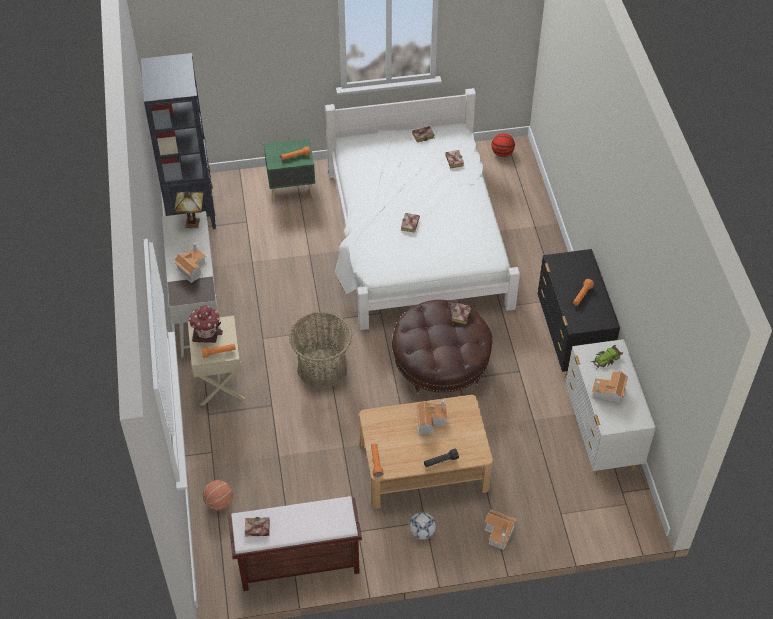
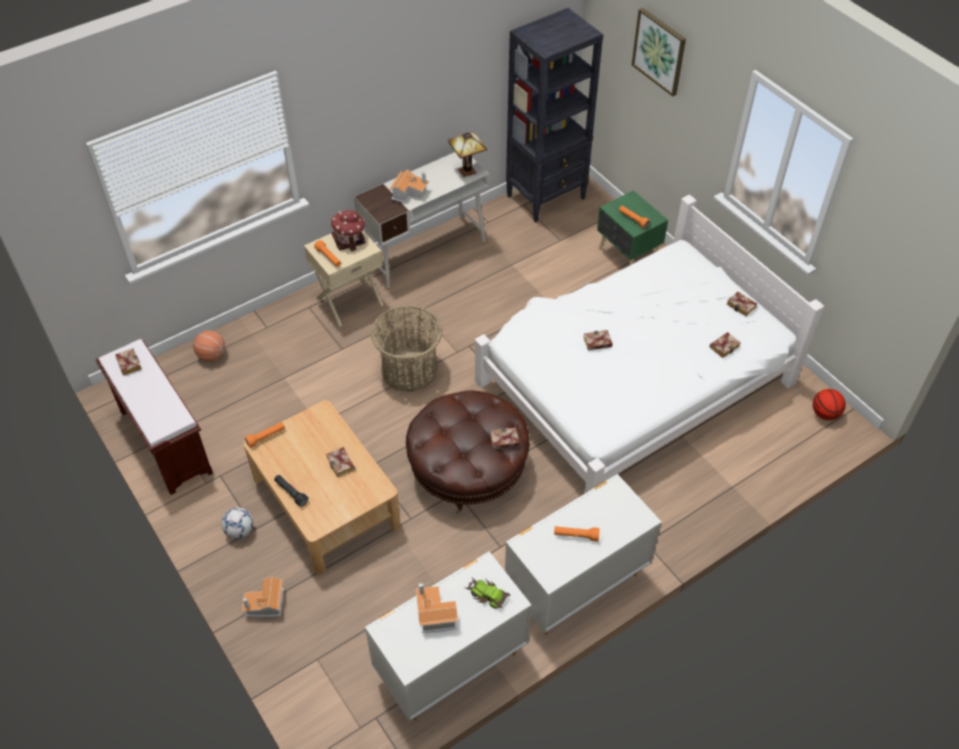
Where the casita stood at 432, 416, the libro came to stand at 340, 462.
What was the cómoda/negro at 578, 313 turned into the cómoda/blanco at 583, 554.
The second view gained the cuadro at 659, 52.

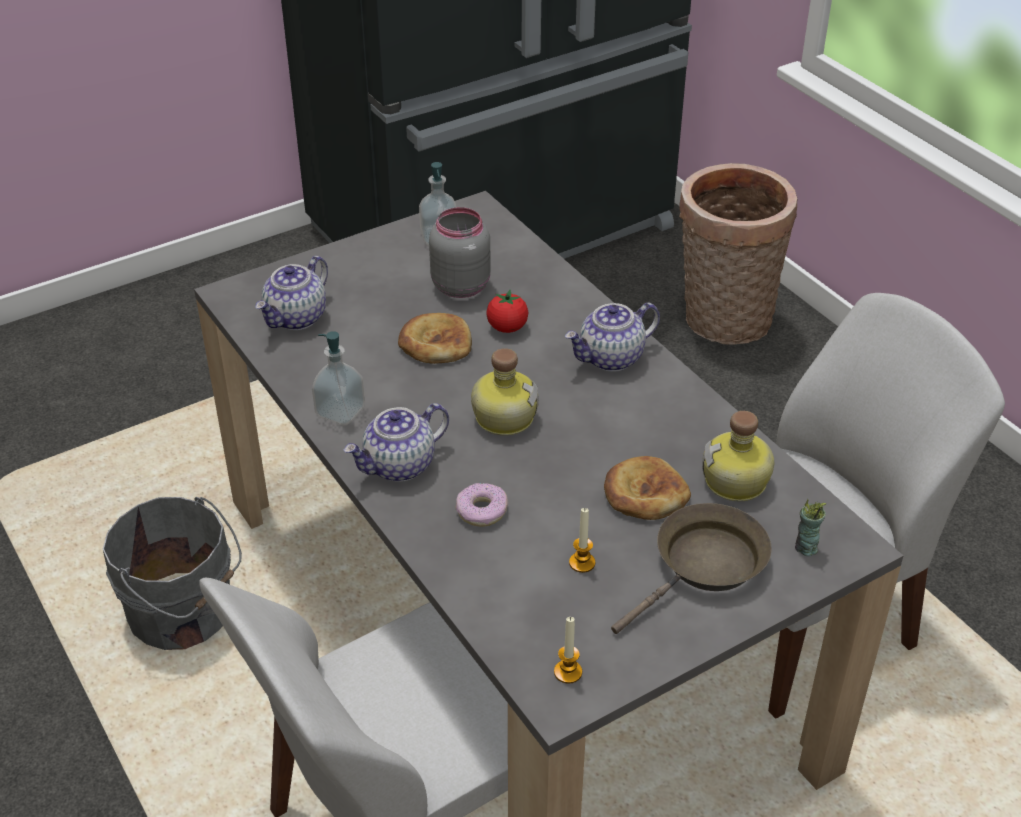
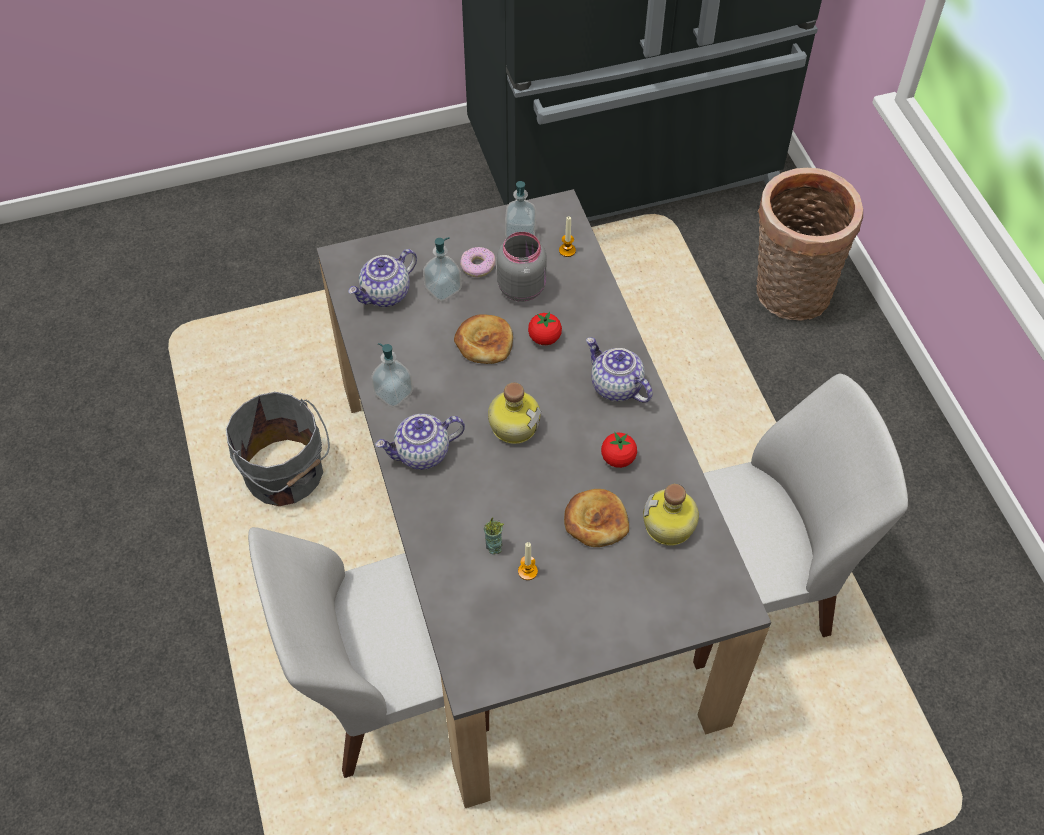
The rosquilla ended up elsewhere, having gone from 481, 505 to 477, 262.
The vela ended up elsewhere, having gone from 568, 650 to 567, 237.
The tetera at 612, 337 ended up facing another way, 60 degrees clockwise from before.
The second view lost the sartén/marrón at 691, 568.
The taza ended up elsewhere, having gone from 810, 527 to 494, 535.
The second view gained the dispensador de jabón at 442, 269.
The second view gained the tomate at 619, 450.

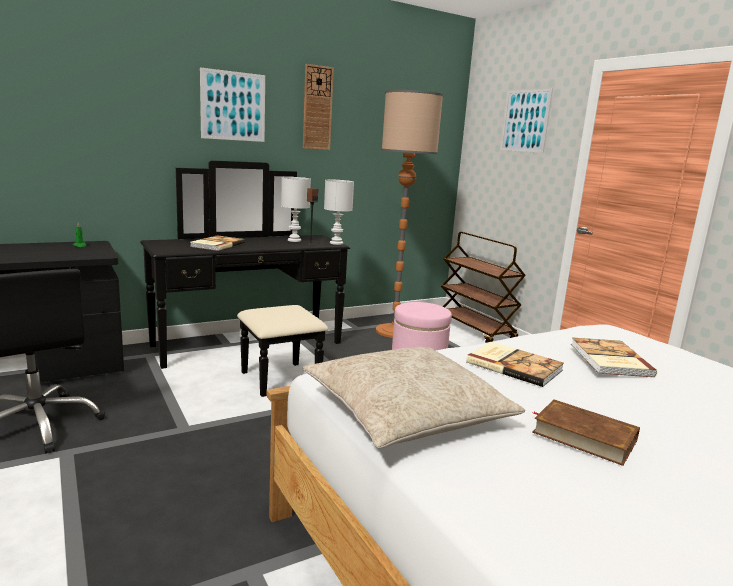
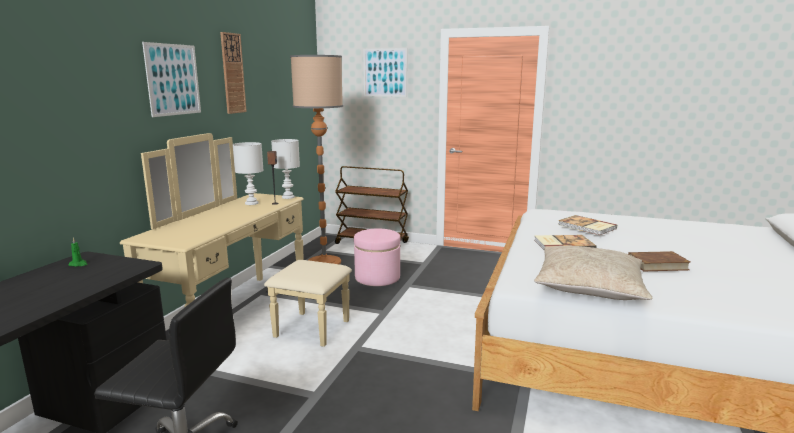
What was the cómoda/negro at 245, 279 turned into the cómoda/beis at 236, 240.
The second view lost the libro at 217, 243.

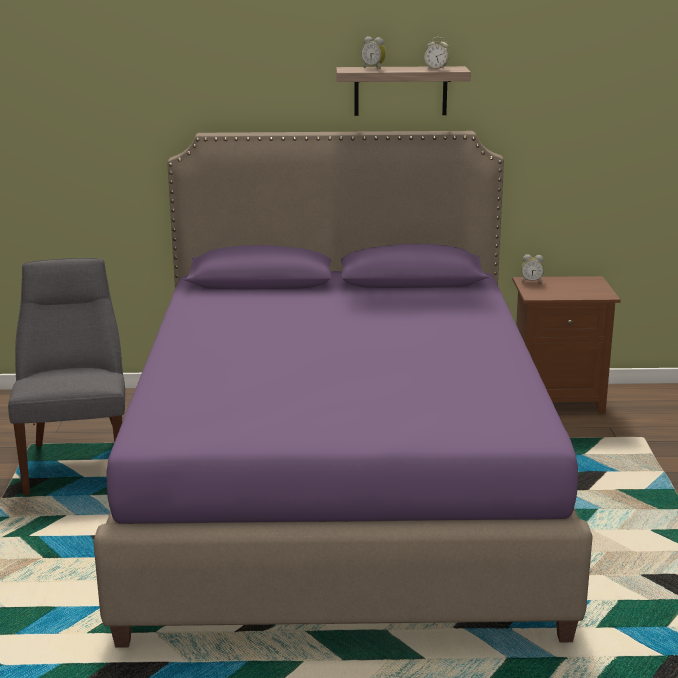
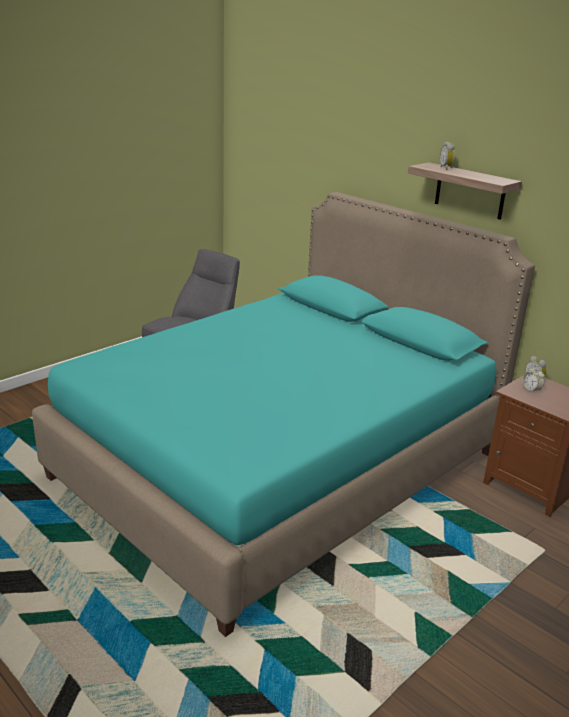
What was the cama/morado at 343, 389 turned into the cama/turquesa at 283, 414.
The despertador ended up elsewhere, having gone from 436, 53 to 533, 379.

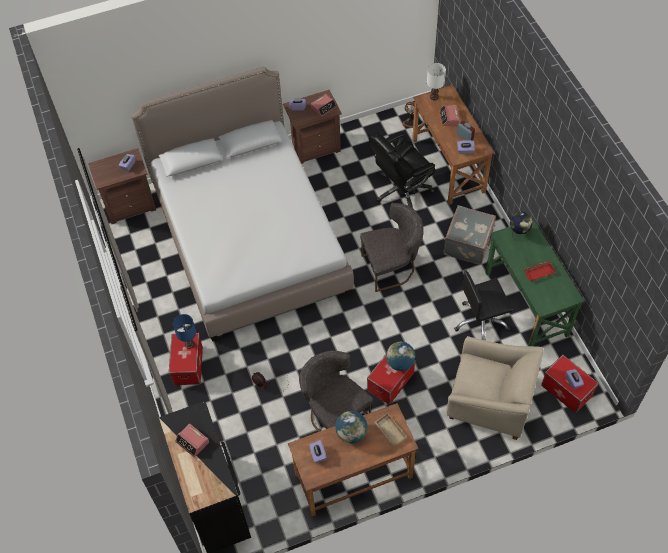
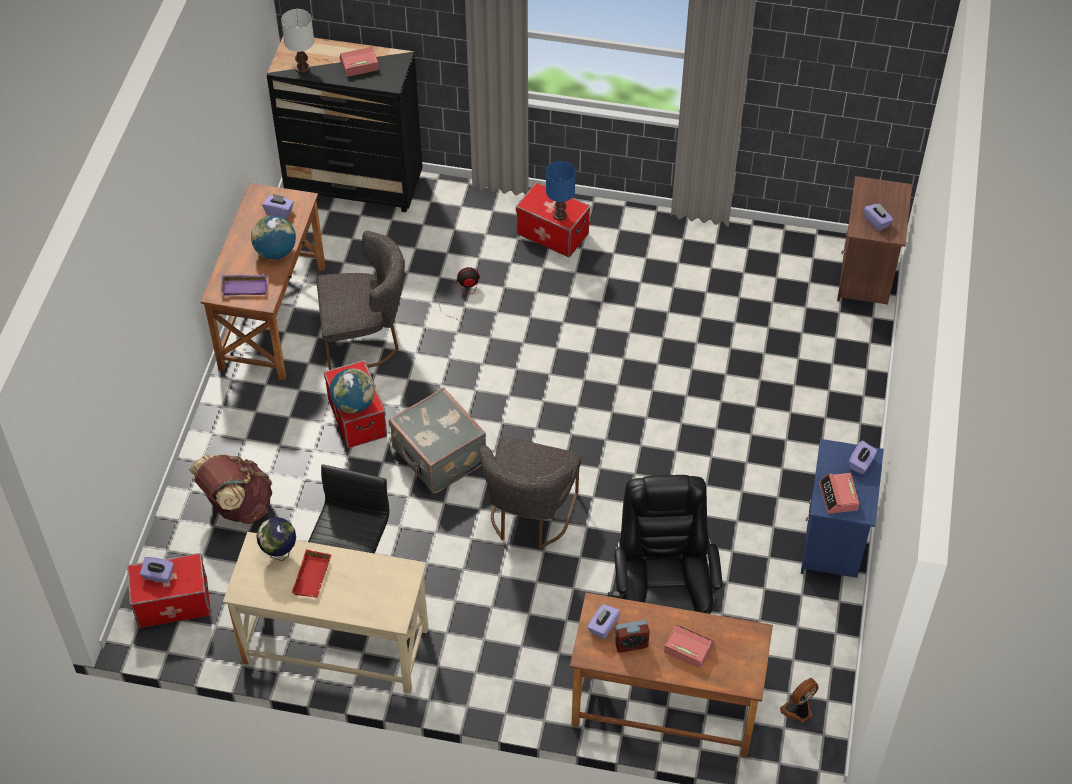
The second view lost the cama at 242, 203.
What was the mesita de noche/marrón at 312, 127 turned into the mesita de noche/azul at 842, 508.
What was the bandeja/beis at 390, 429 turned into the bandeja/morado at 244, 285.
The lámpara de mesa/blanco ended up elsewhere, having gone from 436, 81 to 297, 41.
The maleta/gris ended up elsewhere, having gone from 470, 234 to 437, 440.
Where the sillón/beis stood at 494, 388, the mochila/marrón came to stand at 230, 489.
What was the escritorio/verde at 534, 282 turned into the escritorio/beis at 325, 613.
The globo terráqueo ended up elsewhere, having gone from 521, 226 to 276, 539.

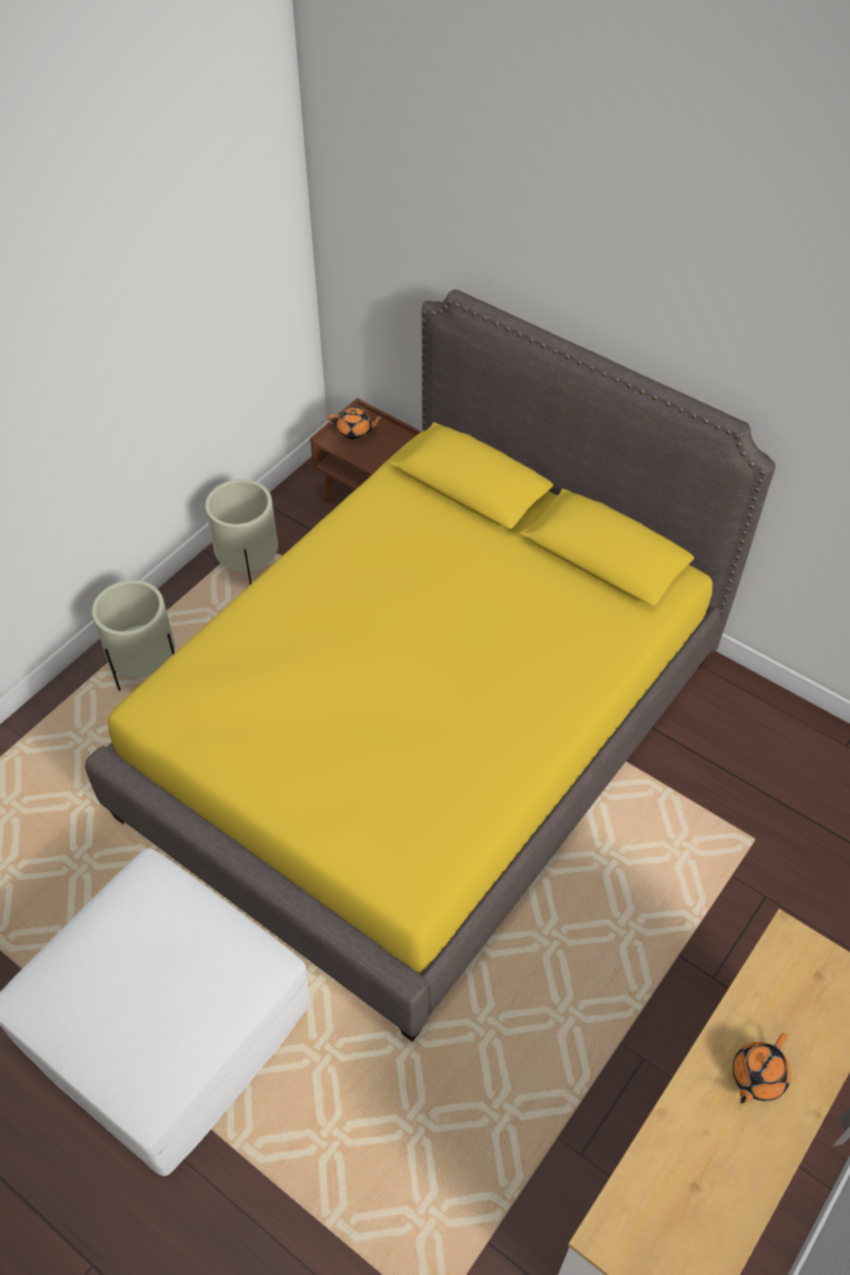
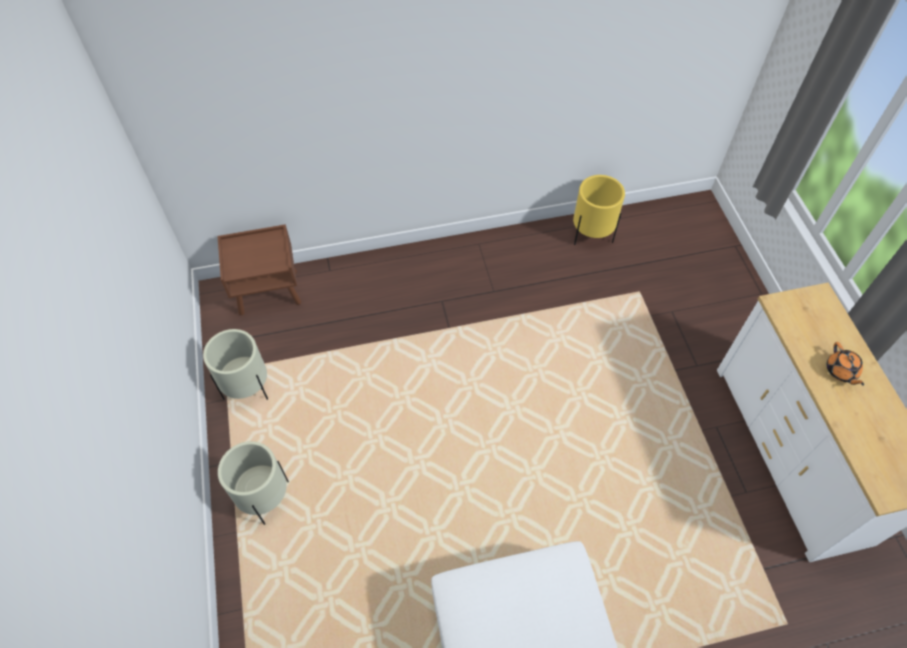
The second view lost the cama/amarillo at 430, 665.
The second view lost the tetera/naranja at 356, 423.
The second view gained the maceta/amarillo at 599, 210.

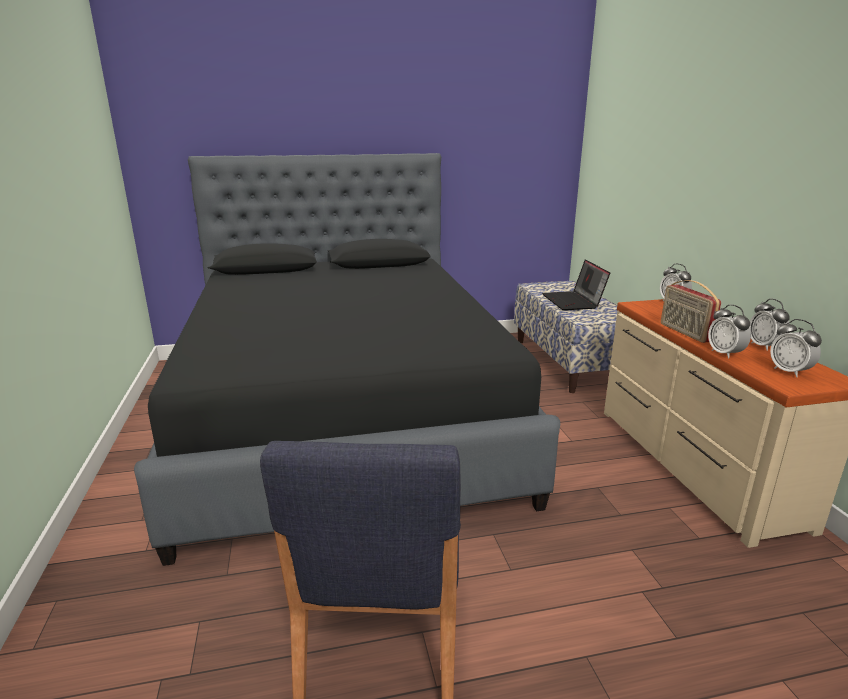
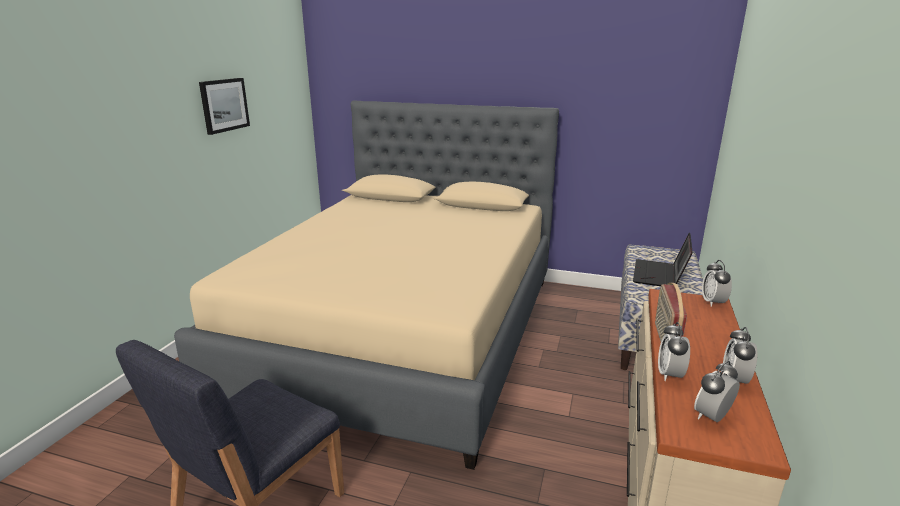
What was the cama/negro at 347, 359 turned into the cama/beis at 366, 285.
The despertador at 796, 348 ended up facing another way, 45 degrees clockwise from before.
The second view gained the cuadro at 224, 106.

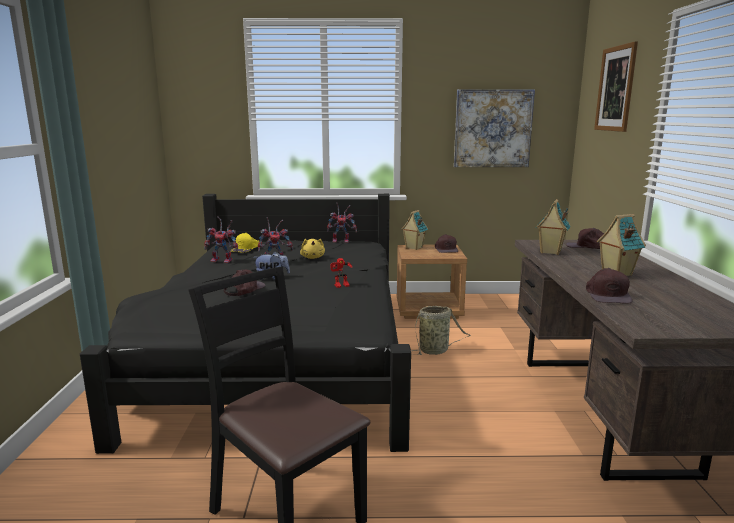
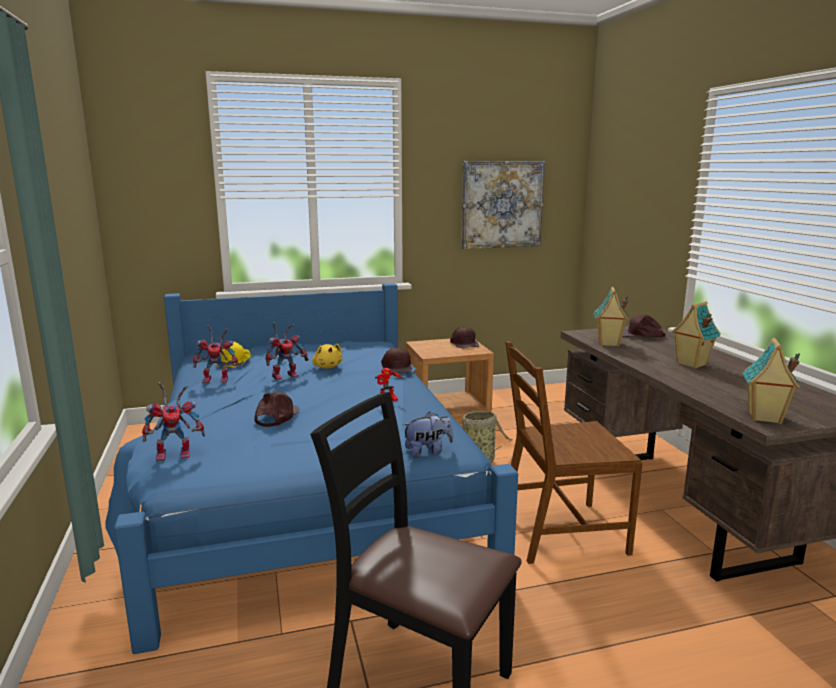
What was the cama/negro at 245, 324 turned into the cama/azul at 311, 468.
The peluche ended up elsewhere, having gone from 271, 266 to 428, 435.
The robot de juguete ended up elsewhere, having gone from 342, 222 to 173, 422.
The casita ended up elsewhere, having gone from 414, 230 to 772, 381.
The gorra/marrón ended up elsewhere, having gone from 609, 286 to 396, 360.
The second view lost the cuadro at 616, 86.
The second view gained the silla/marrón at 574, 452.

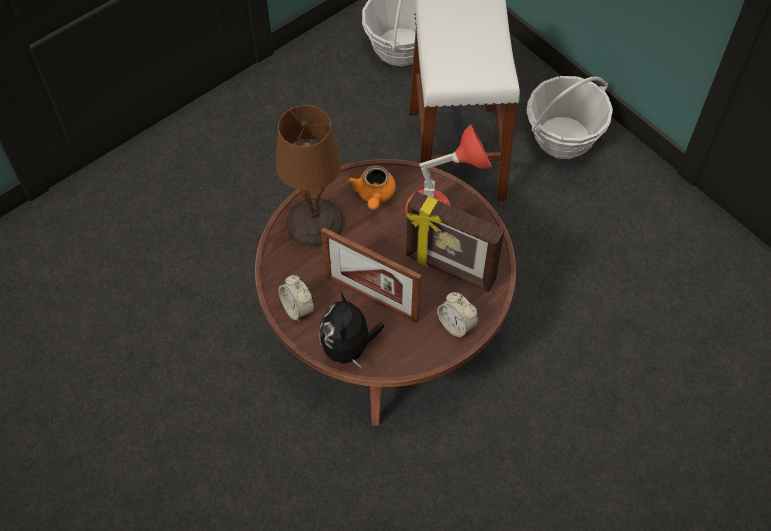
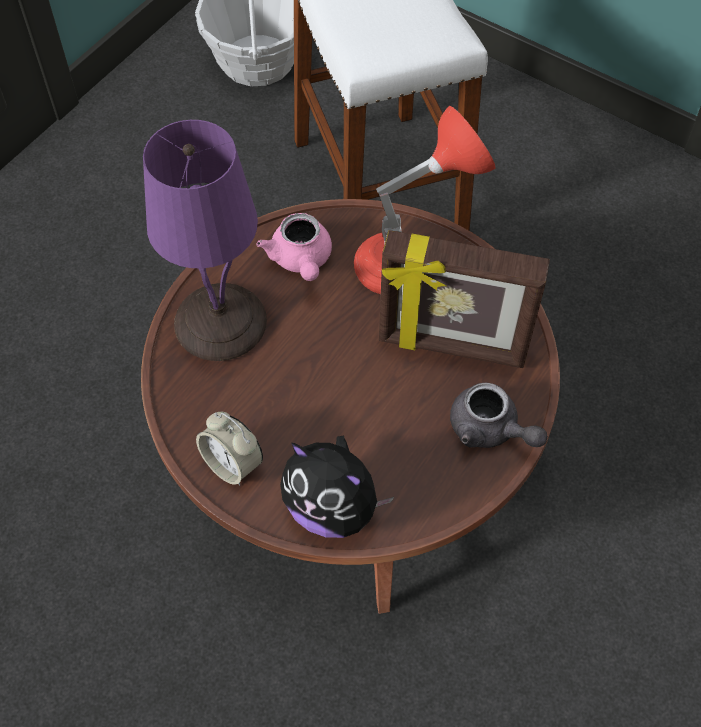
What was the lámpara de mesa/marrón at 309, 176 turned into the lámpara de mesa/morado at 205, 240.
The peluche at 352, 330 ended up facing another way, 45 degrees counterclockwise from before.
The second view lost the portarretratos at 371, 275.
What was the tetera/naranja at 371, 188 turned into the tetera/rosa at 294, 247.
Where the despertador stood at 457, 315, the tetera/gris came to stand at 499, 415.
The second view lost the cesta at 570, 117.

